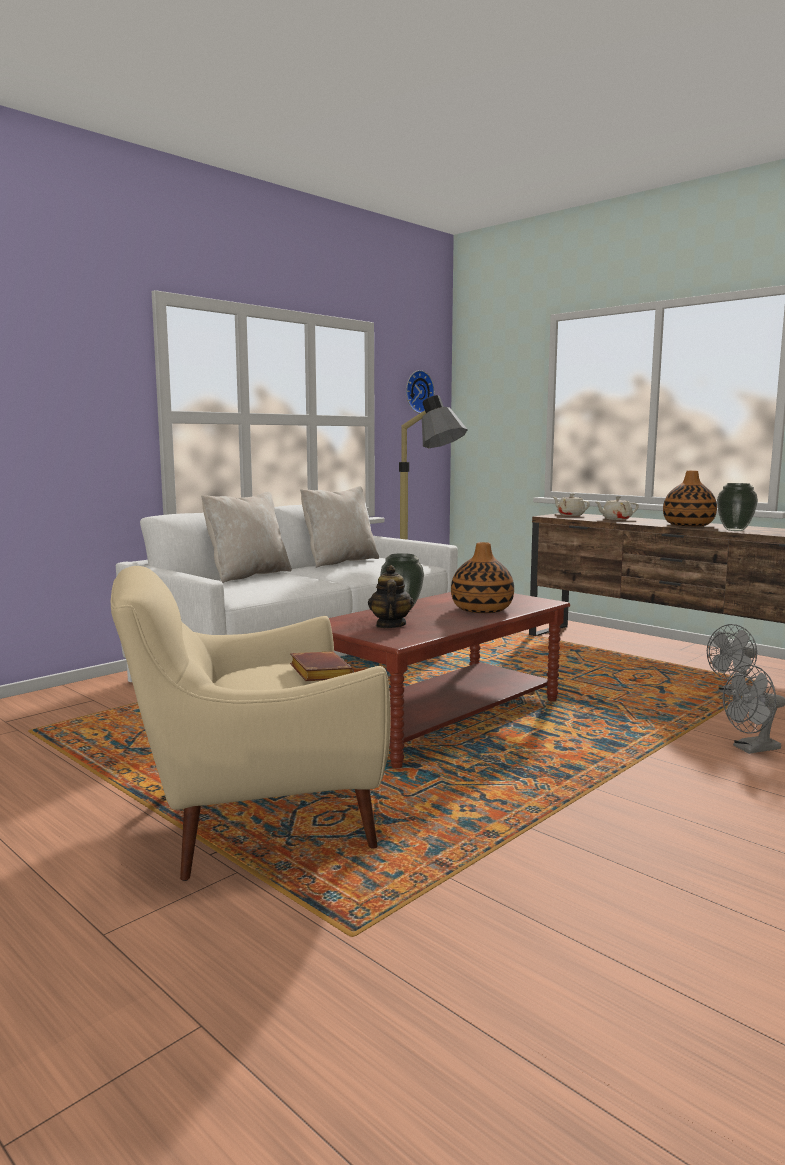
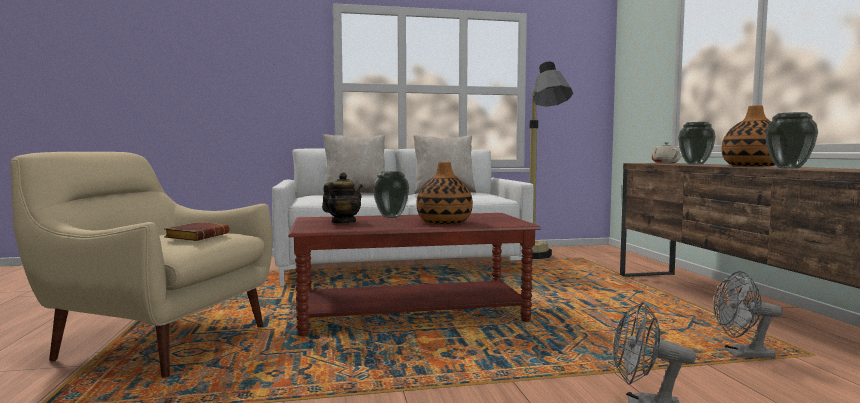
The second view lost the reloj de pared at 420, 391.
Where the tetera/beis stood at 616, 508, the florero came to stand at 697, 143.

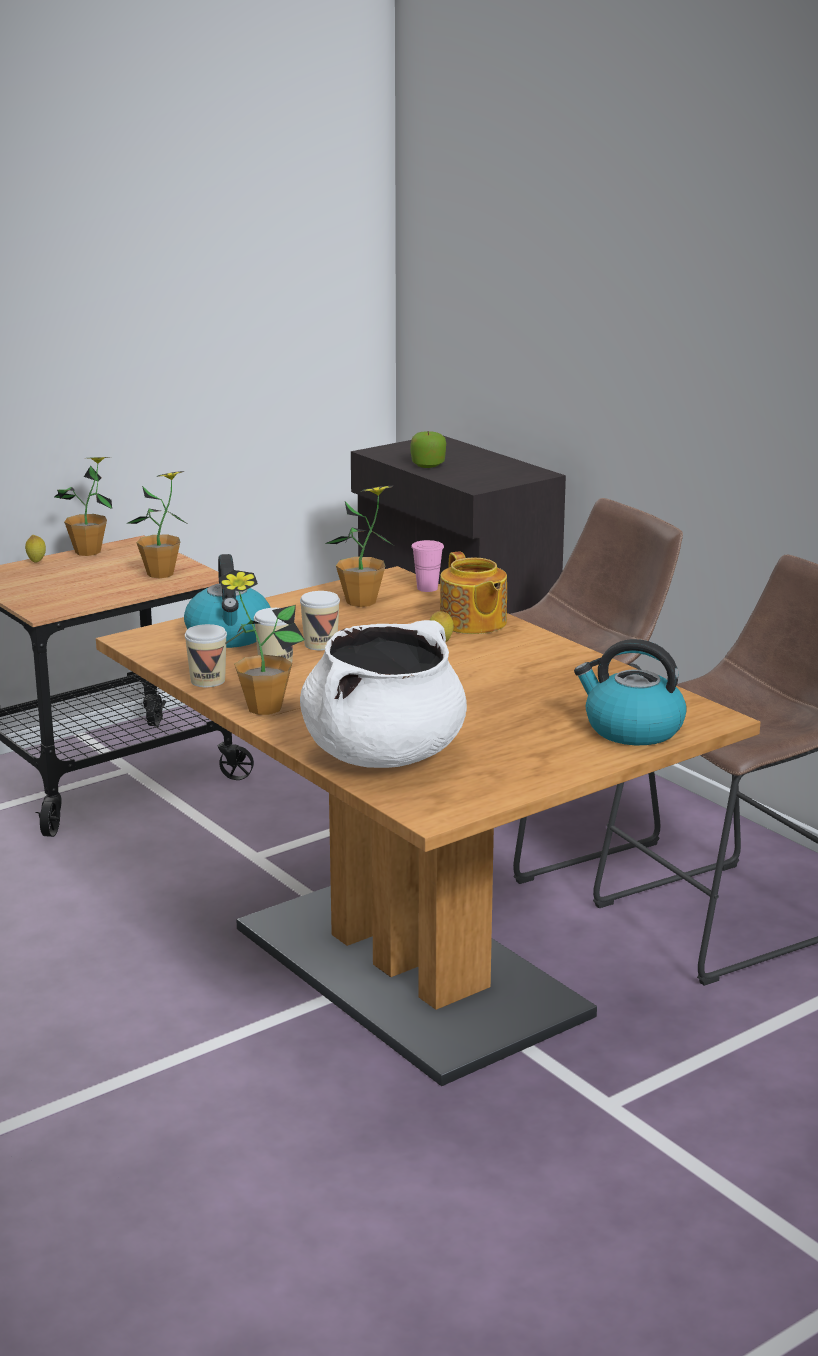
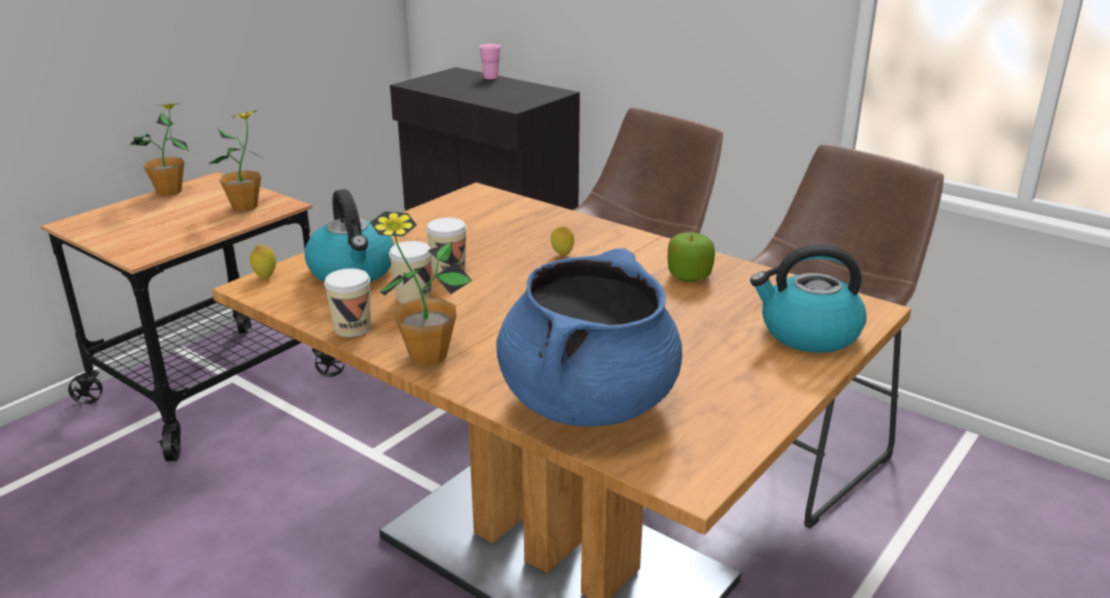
The limón ended up elsewhere, having gone from 35, 549 to 263, 262.
What was the olla/blanco at 383, 694 turned into the olla/azul at 589, 337.
The second view lost the planta en maceta at 359, 546.
The manzana ended up elsewhere, having gone from 428, 449 to 691, 257.
The taza/rosa ended up elsewhere, having gone from 427, 566 to 490, 61.
The second view lost the tetera at 473, 592.

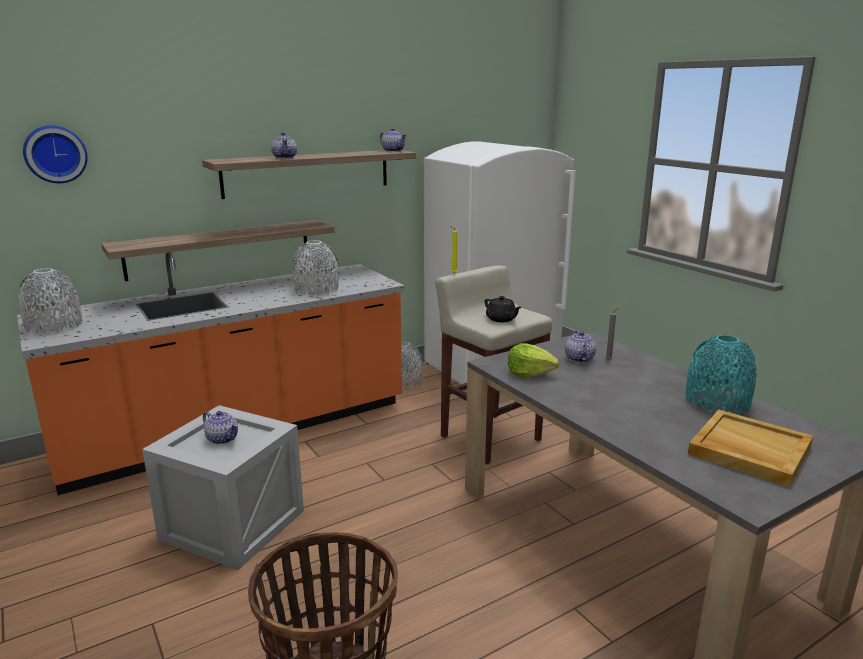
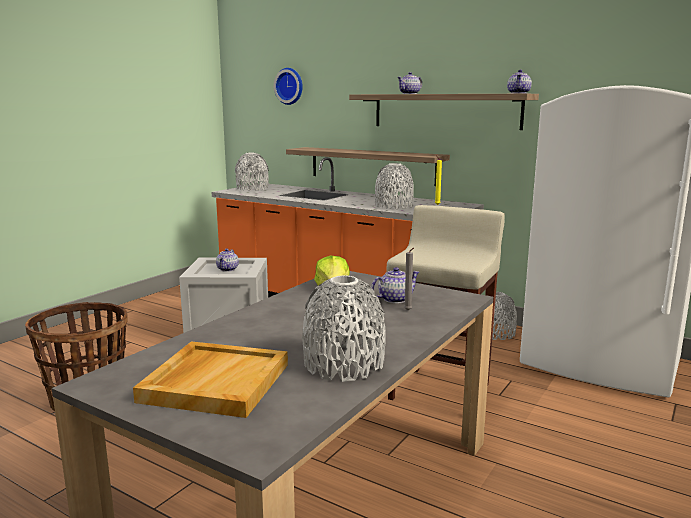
The second view lost the tetera/negro at 503, 309.
What was the florero/turquesa at 721, 374 turned into the florero/gris at 343, 328.

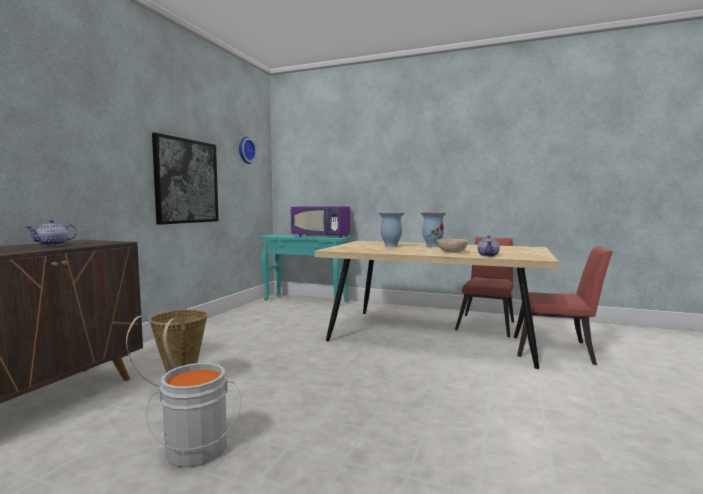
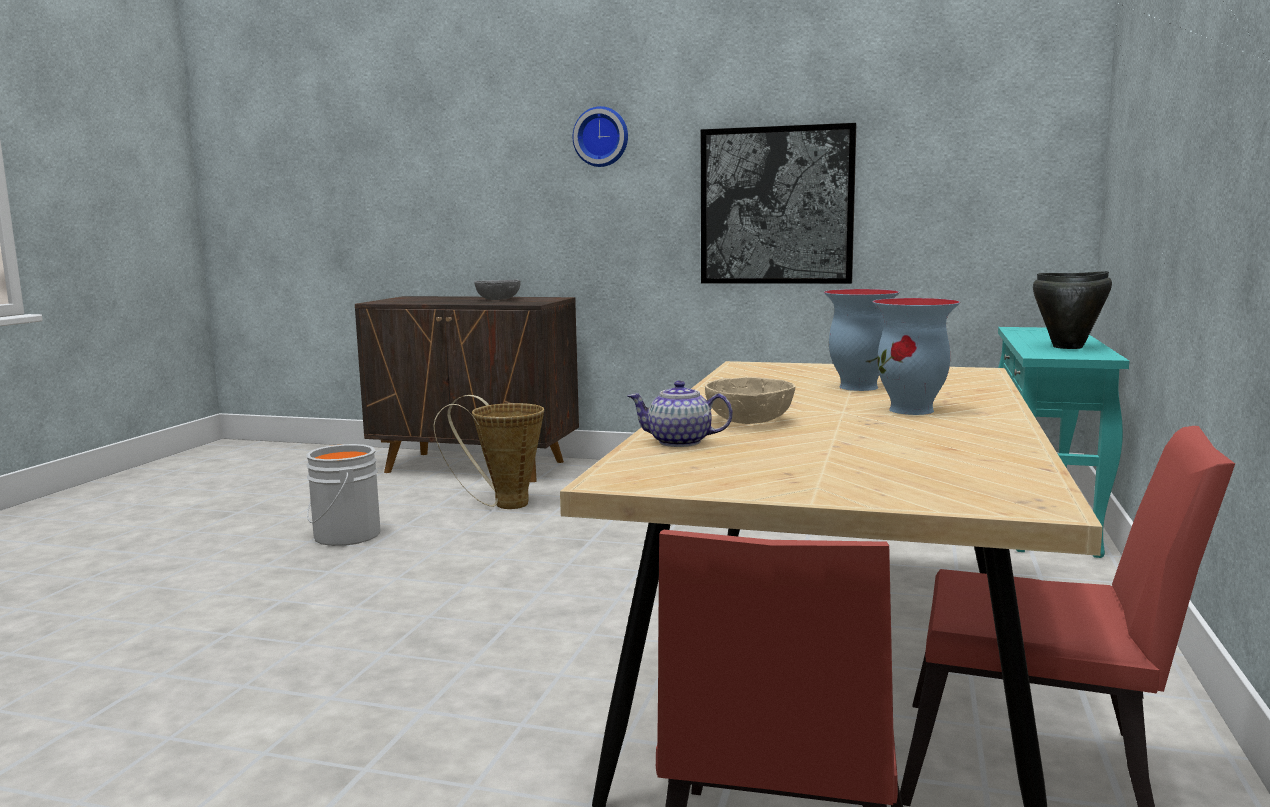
Where the tetera stood at 51, 233, the cuenco/gris came to stand at 497, 290.
The reloj de pared ended up elsewhere, having gone from 248, 150 to 600, 136.
Where the microondas/morado stood at 320, 222, the olla/negro came to stand at 1072, 310.

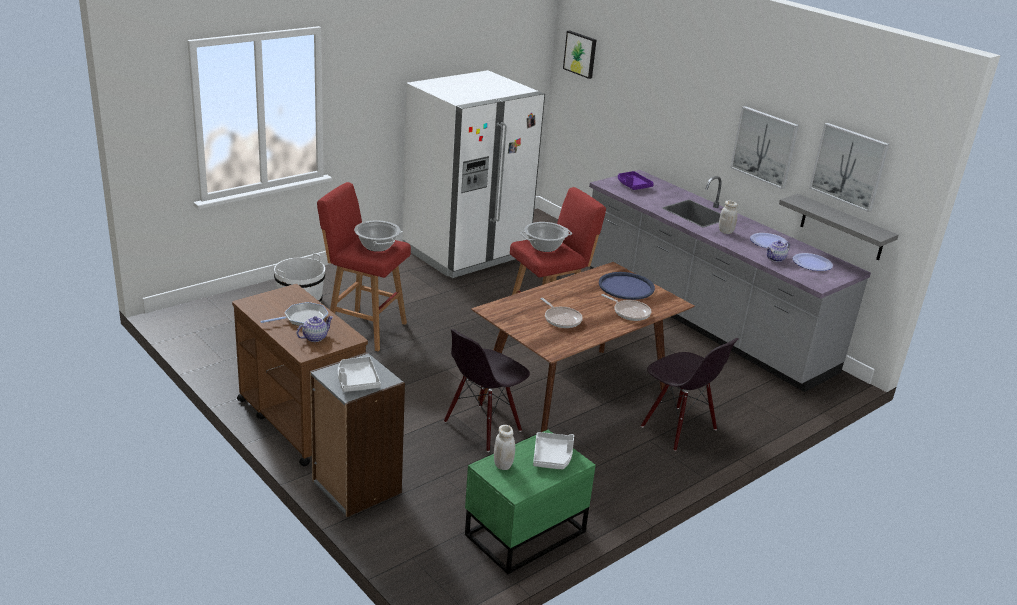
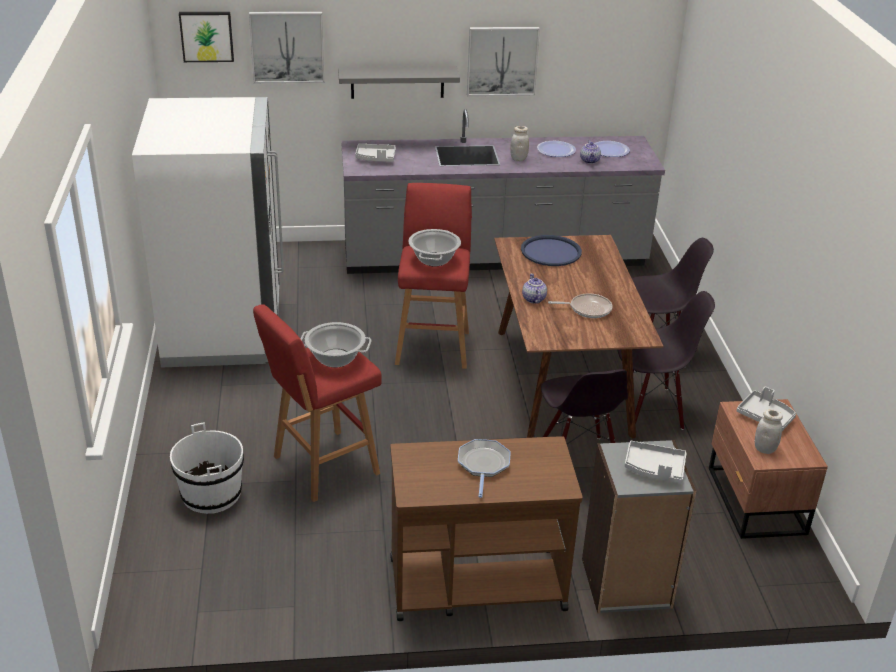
The tetera ended up elsewhere, having gone from 315, 329 to 534, 288.
What was the mesita de noche/verde at 530, 502 turned into the mesita de noche/marrón at 768, 469.
The second view lost the sartén at 626, 307.
What was the bandeja/morado at 636, 180 turned into the bandeja/gris at 375, 153.
The estante/gris ended up elsewhere, having gone from 839, 227 to 399, 82.
The cuadro ended up elsewhere, having gone from 849, 167 to 286, 47.
The second view gained the silla/negro at 666, 360.

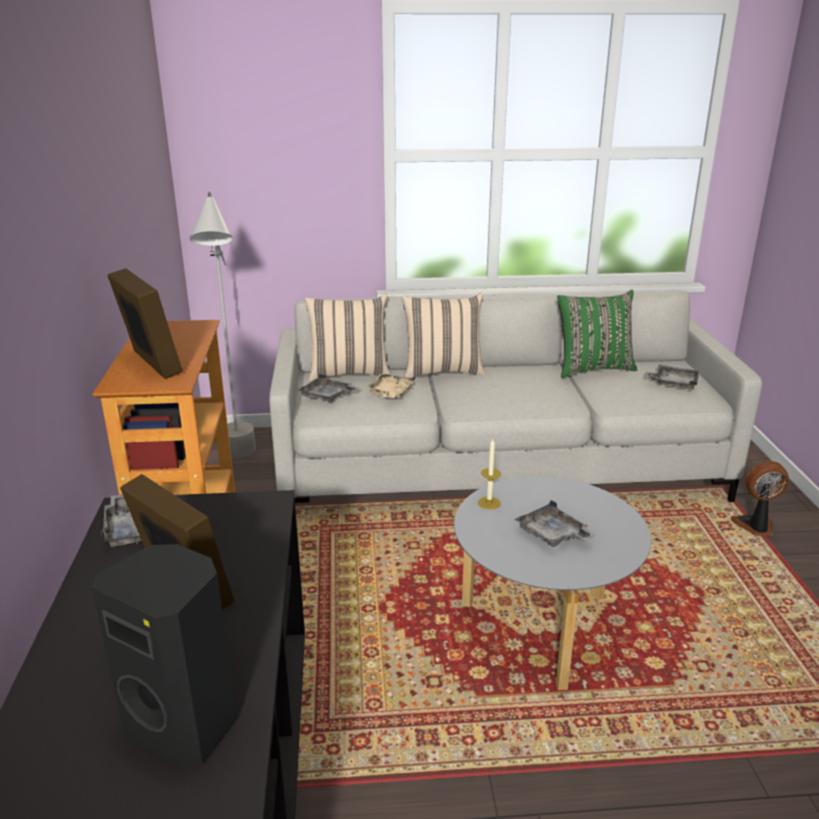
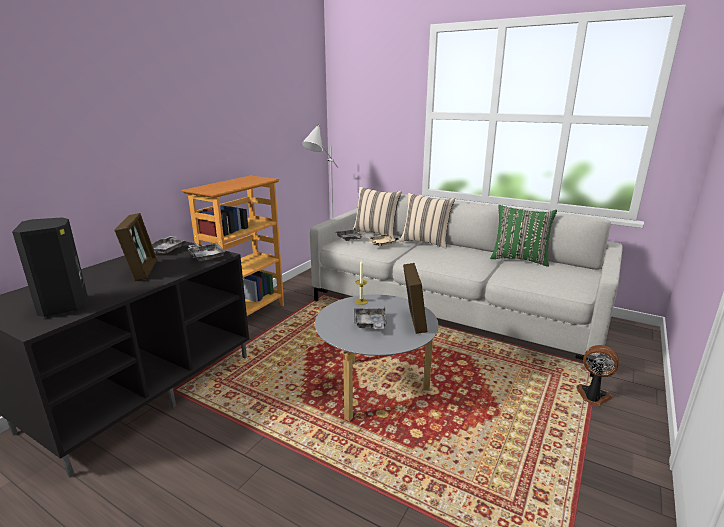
The portarretratos ended up elsewhere, having gone from 145, 323 to 415, 298.
The bandeja/gris ended up elsewhere, having gone from 672, 377 to 207, 252.

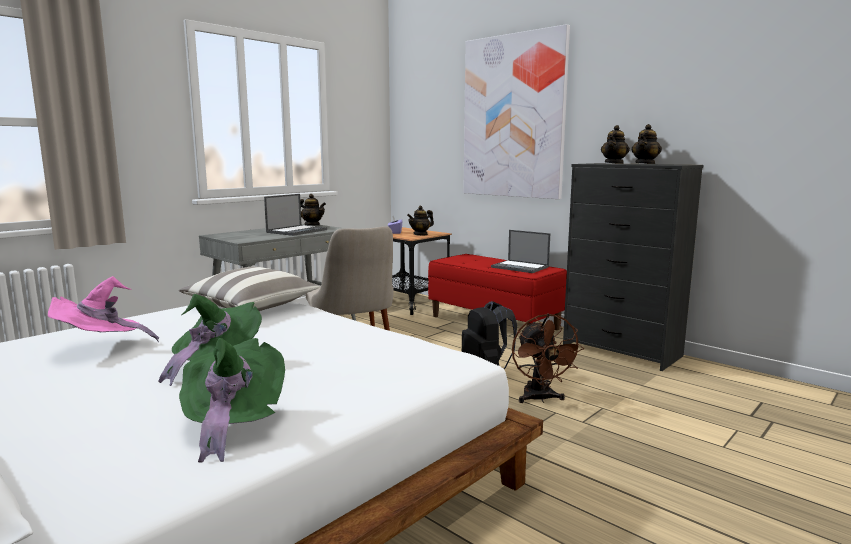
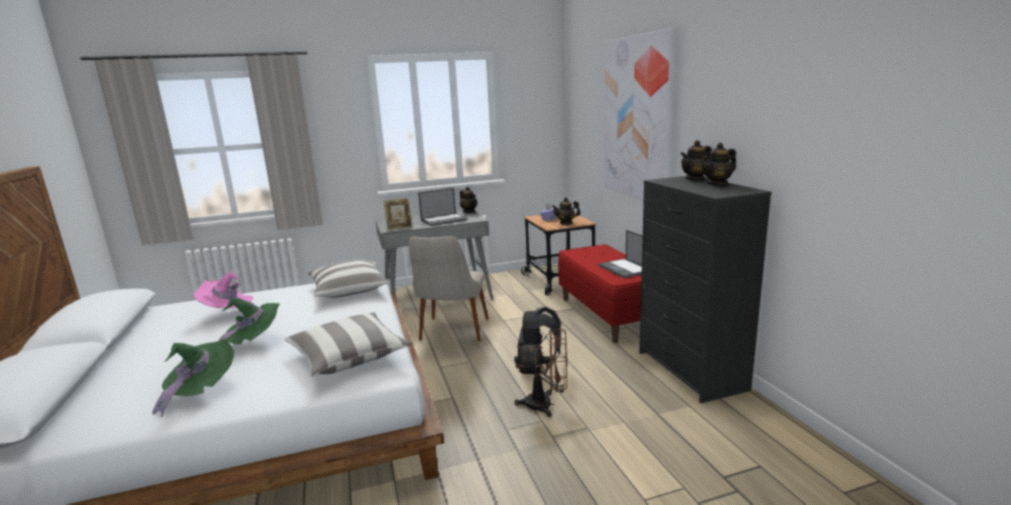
The ventilador/marrón at 548, 358 ended up facing another way, 105 degrees counterclockwise from before.
The second view gained the cojín at 348, 344.
The second view gained the portarretratos at 398, 214.

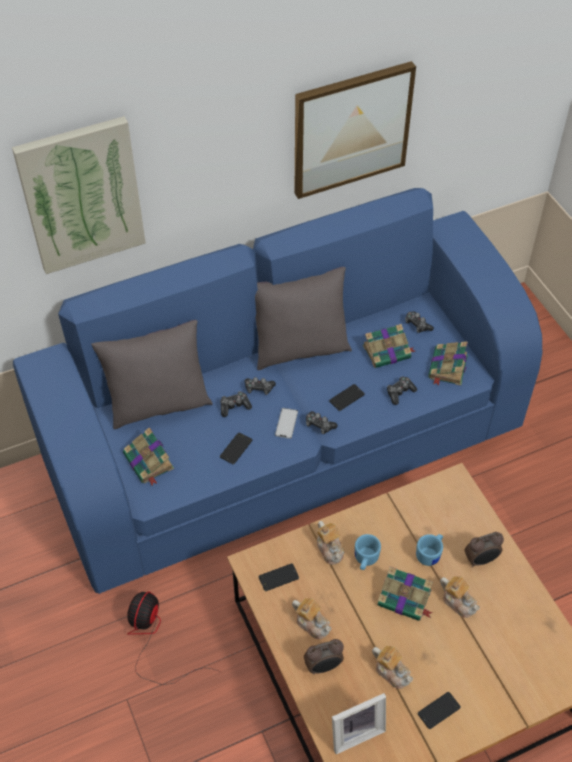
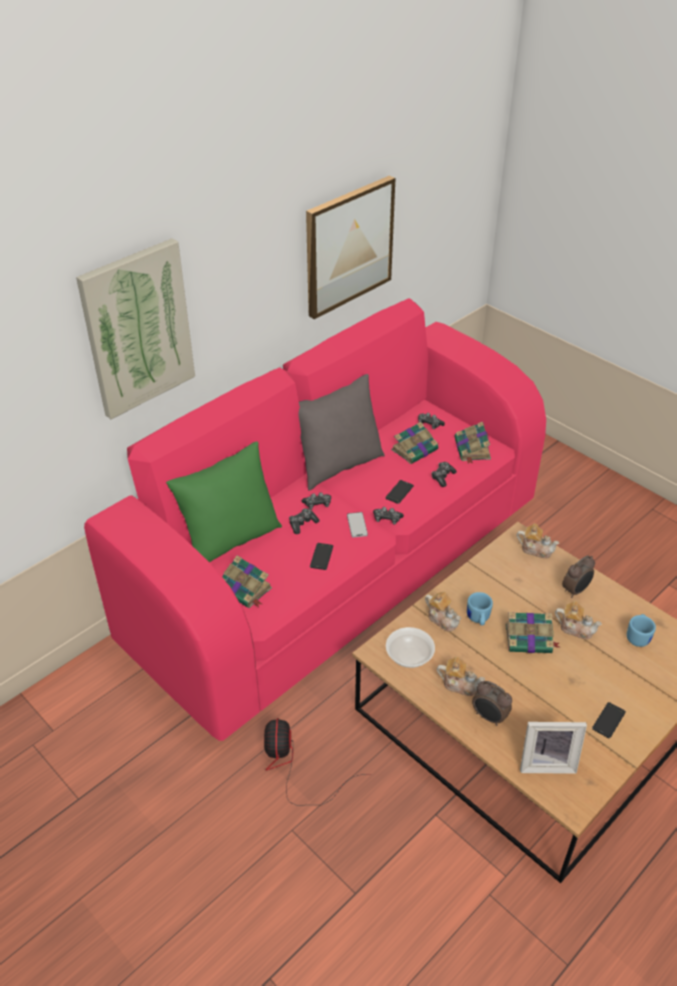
What was the sofá/azul at 277, 391 turned into the sofá/rosa at 315, 519.
What was the cojín/gris at 152, 374 turned into the cojín/verde at 224, 501.
Where the móvil stood at 279, 577, the cuenco came to stand at 410, 647.
The despertador at 324, 657 ended up facing another way, 75 degrees clockwise from before.
The portarretratos at 359, 723 ended up facing another way, 45 degrees clockwise from before.
The tetera ended up elsewhere, having gone from 392, 667 to 538, 540.
The taza grande/azul ended up elsewhere, having gone from 429, 550 to 641, 630.

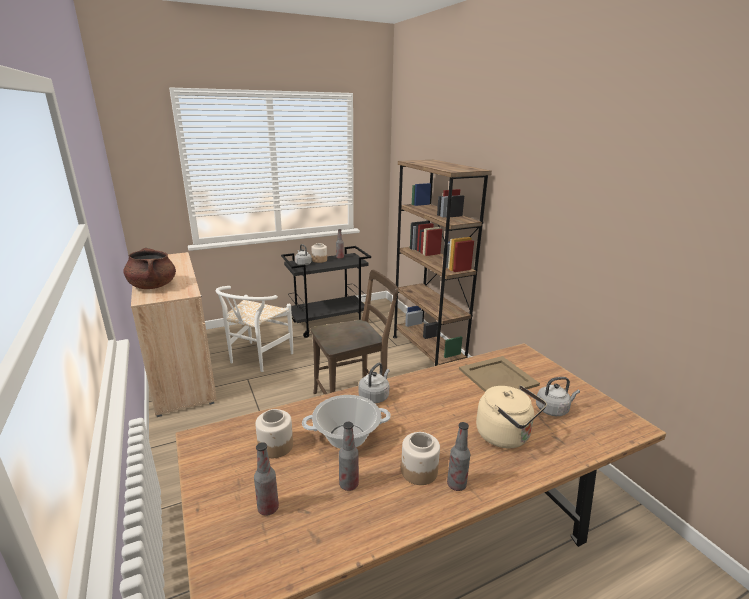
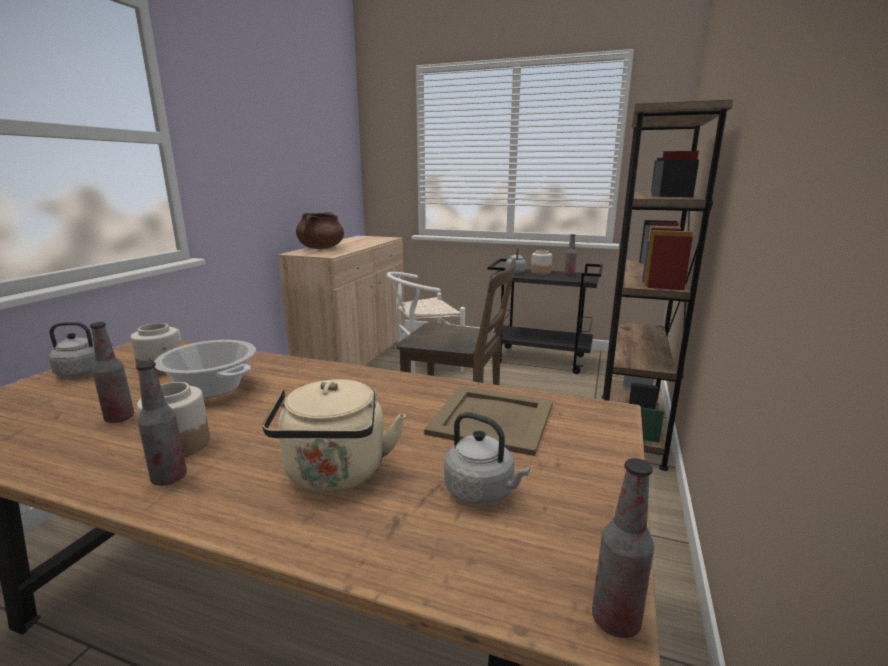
The botella ended up elsewhere, having gone from 266, 479 to 623, 548.
The hervidor/gris ended up elsewhere, having gone from 374, 383 to 81, 350.

